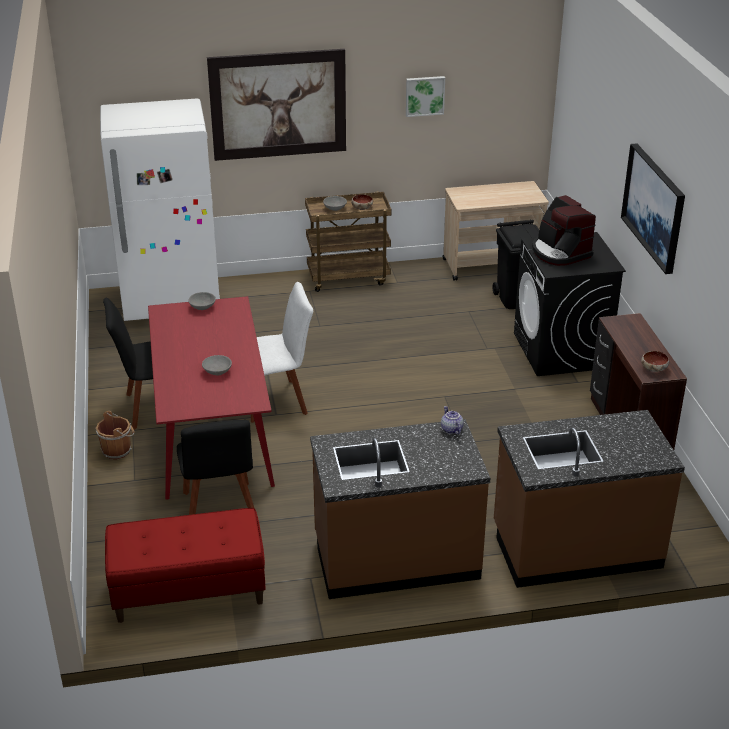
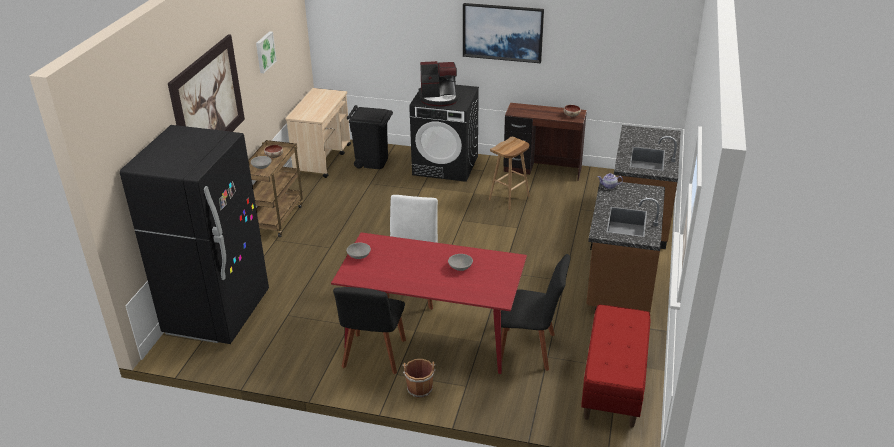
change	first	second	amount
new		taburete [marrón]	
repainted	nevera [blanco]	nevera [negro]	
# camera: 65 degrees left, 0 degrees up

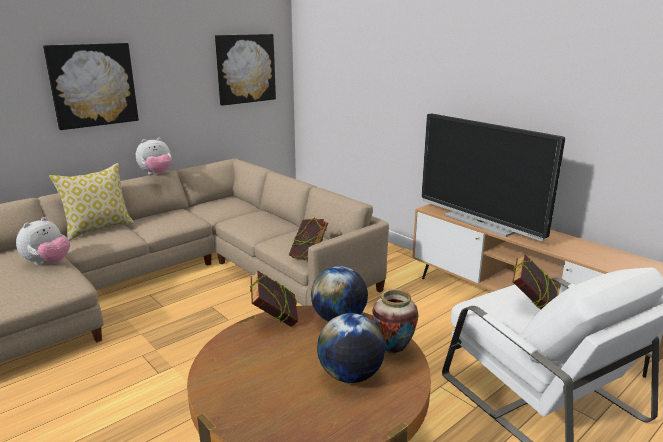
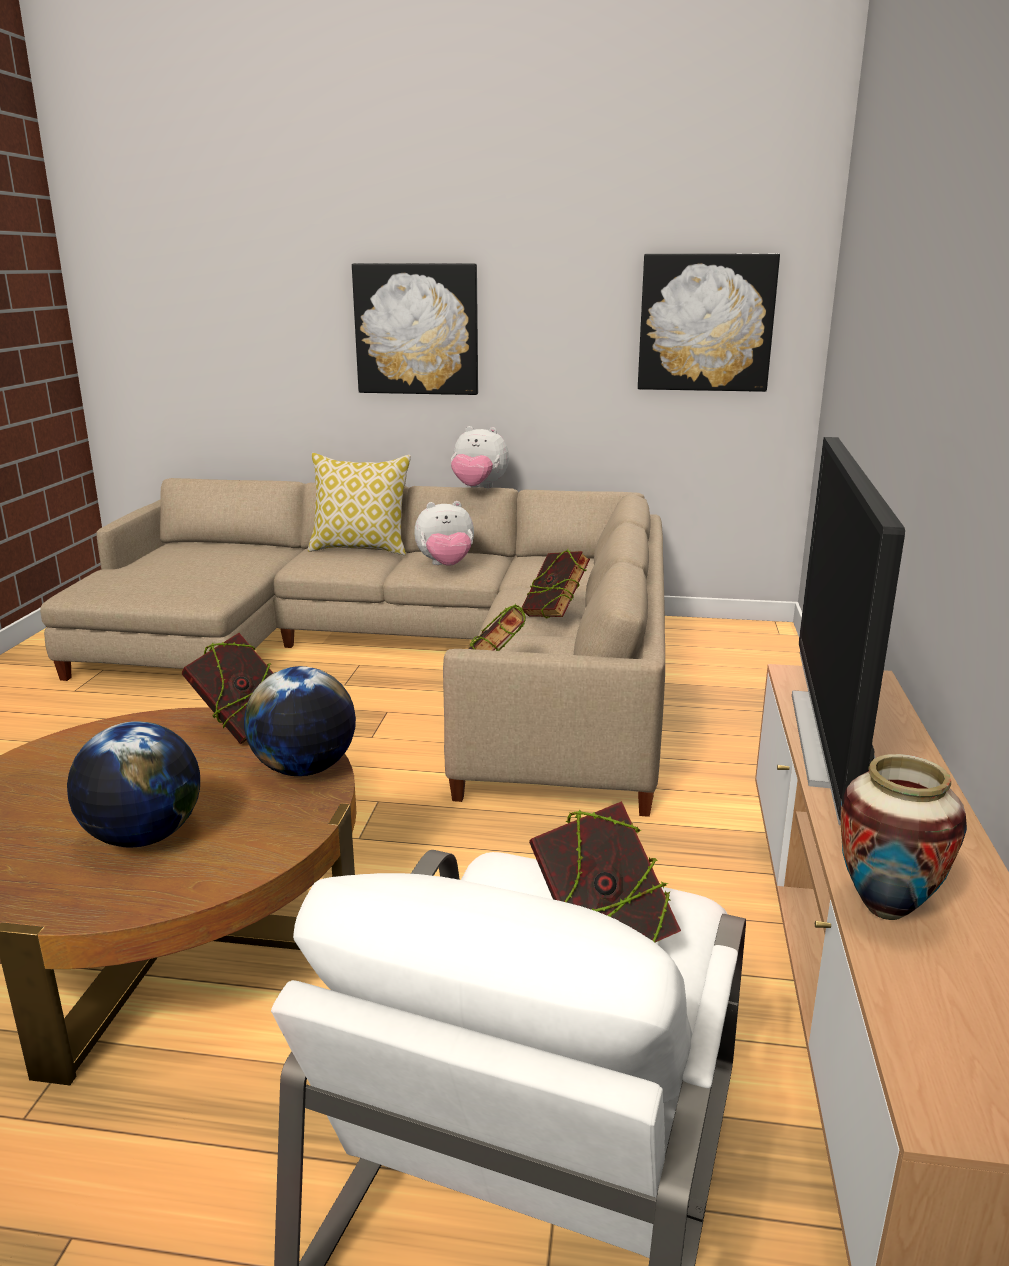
change	first	second	amount
new		libro (no. 3 from left)	
shifted	peluche (no. 1 from left)		
shifted	florero		
# camera: 50 degrees right, 0 degrees up

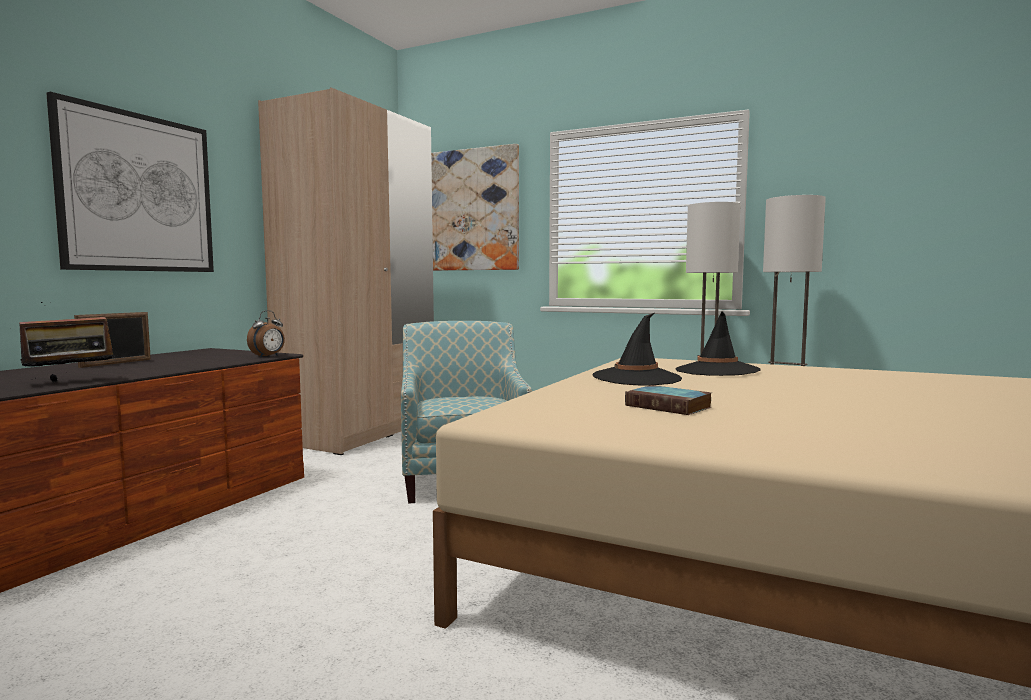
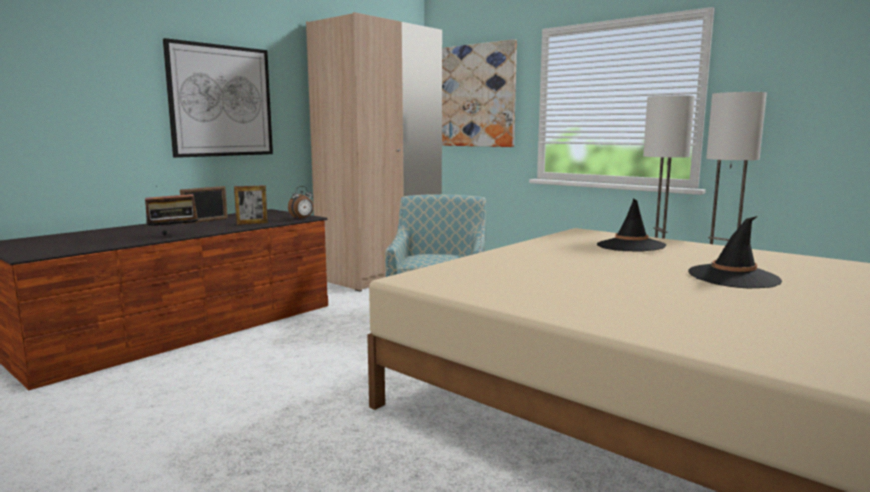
change	first	second	amount
gone	libro		
new		portarretratos (no. 2 from left)	
shifted	sombrero [negro] (no. 1 from left in the first image)	sombrero [negro] (no. 2 from left)	
# camera: 15 degrees right, 5 degrees up

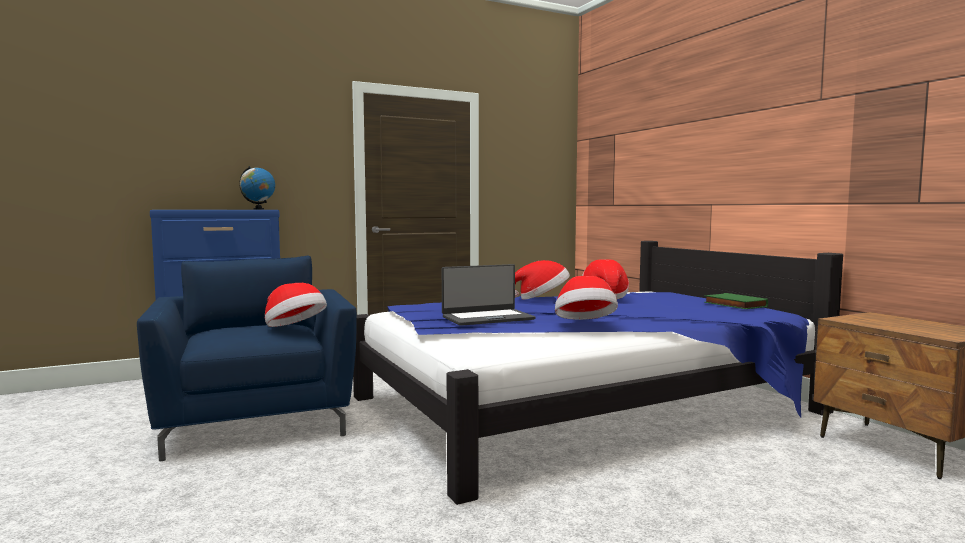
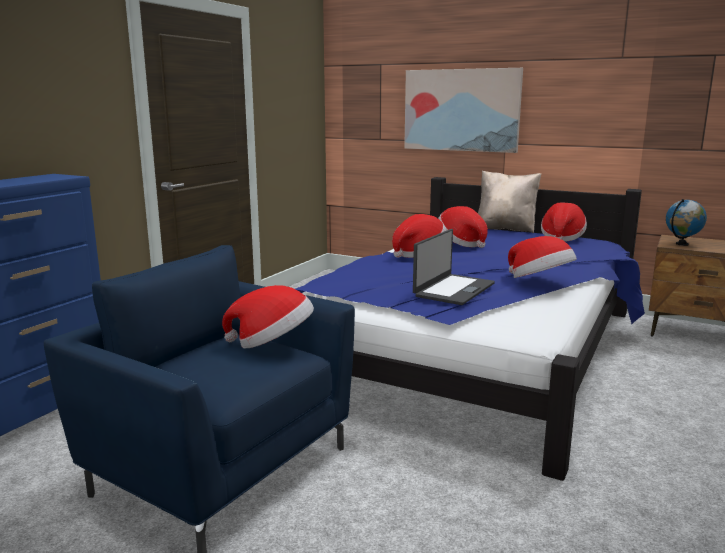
change	first	second	amount
new		cuadro	
new		cojín [beis]	
shifted	globo terráqueo		
swapped	libro [verde]	sombrero (no. 5 from left)	
# camera: 35 degrees left, 10 degrees up

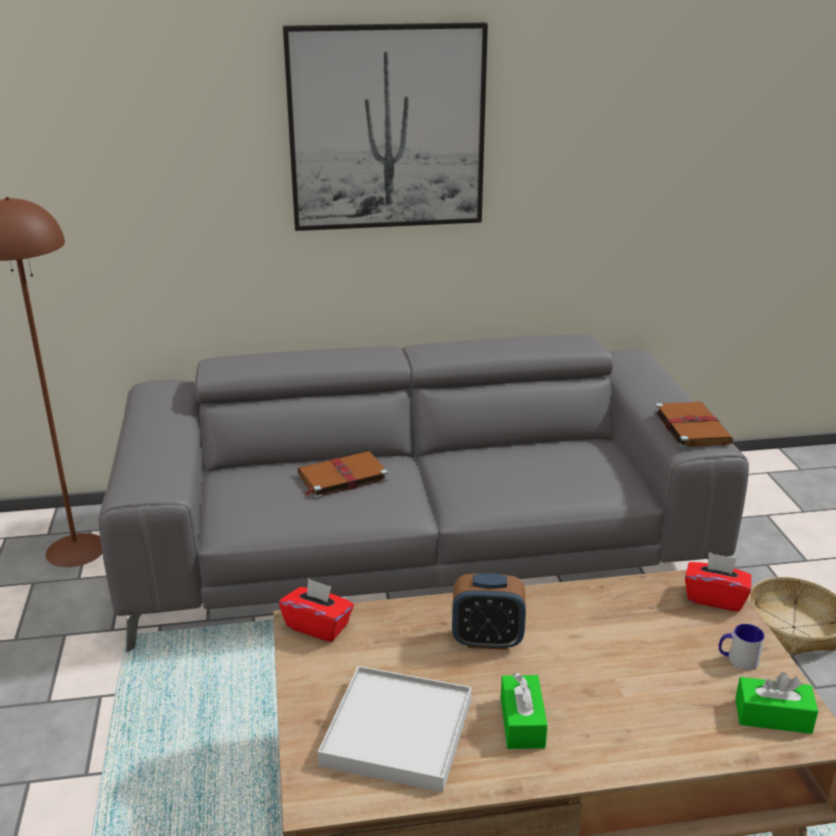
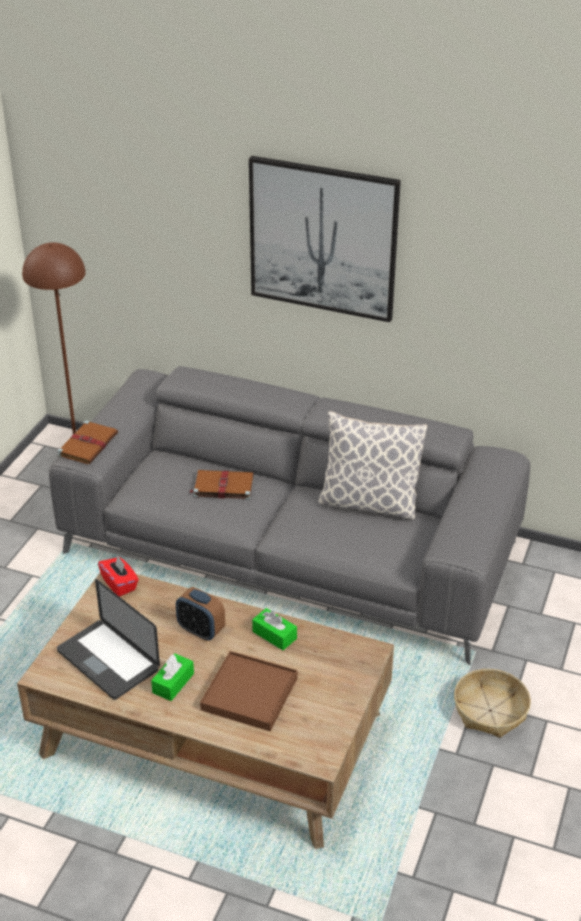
change	first	second	amount
gone	caja de pañuelos [rojo] (no. 2 from left)		
gone	taza grande		
new		bandeja [marrón]	
new		cojín	
shifted	libro [marrón] (no. 2 from left in the first image)	libro [marrón] (no. 1 from left)	
shifted	caja de pañuelos [verde] (no. 2 from left)		
swapped	bandeja [blanco]	portátil	
# camera: 30 degrees right, 10 degrees up

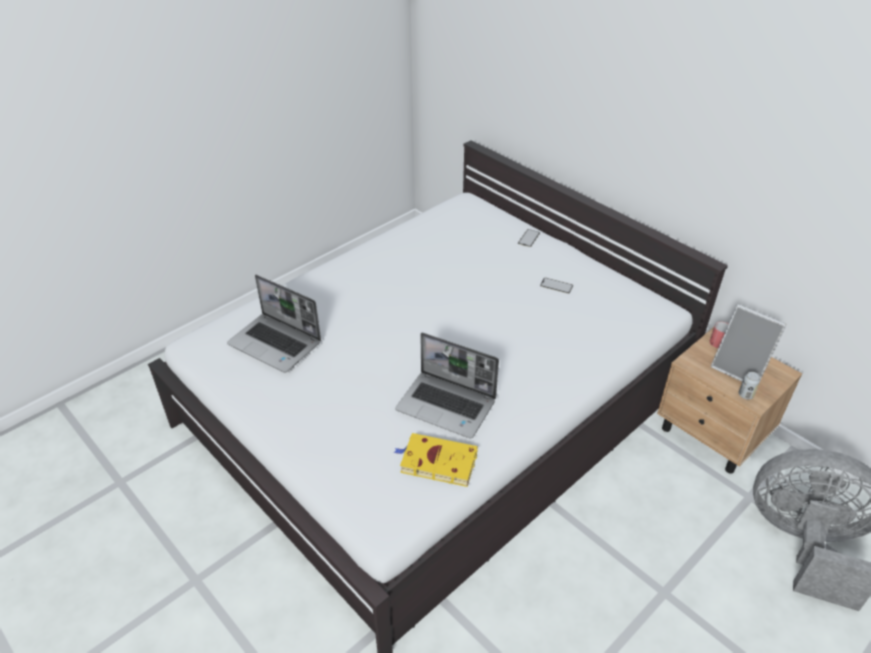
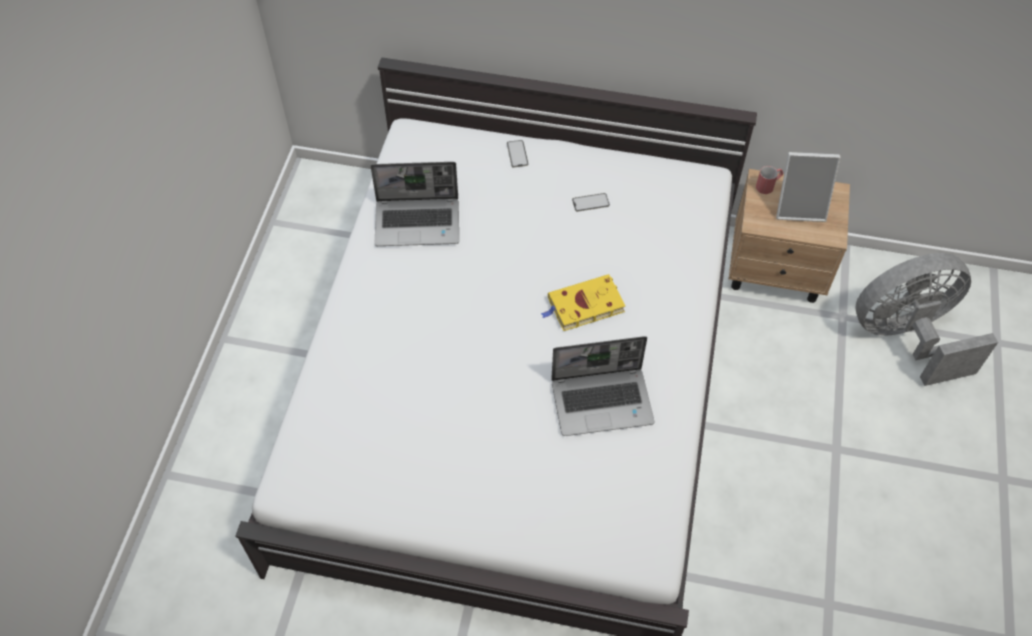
change	first	second	amount
gone	lata		
shifted	portátil (no. 1 from left)		
shifted	libro [amarillo]		
# camera: 35 degrees left, 15 degrees up

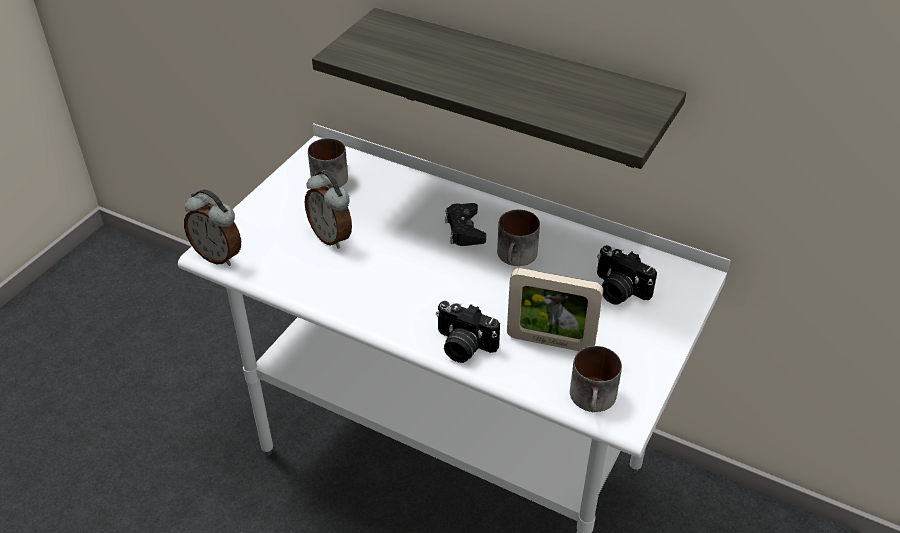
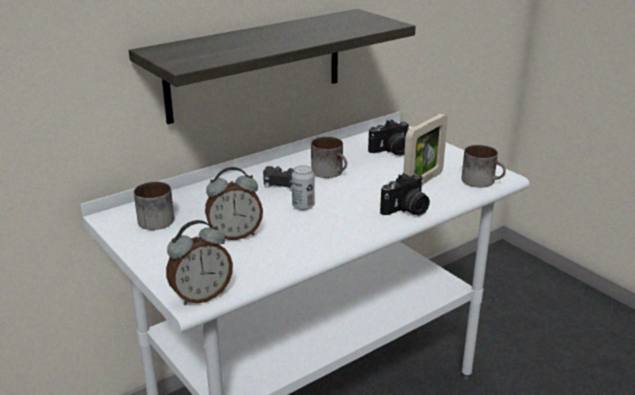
change	first	second	amount
new		lata	
# camera: 65 degrees left, 15 degrees down

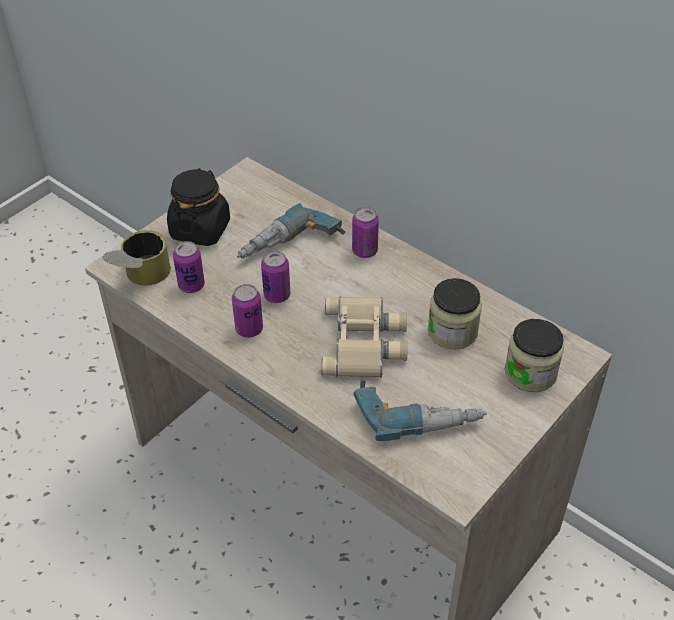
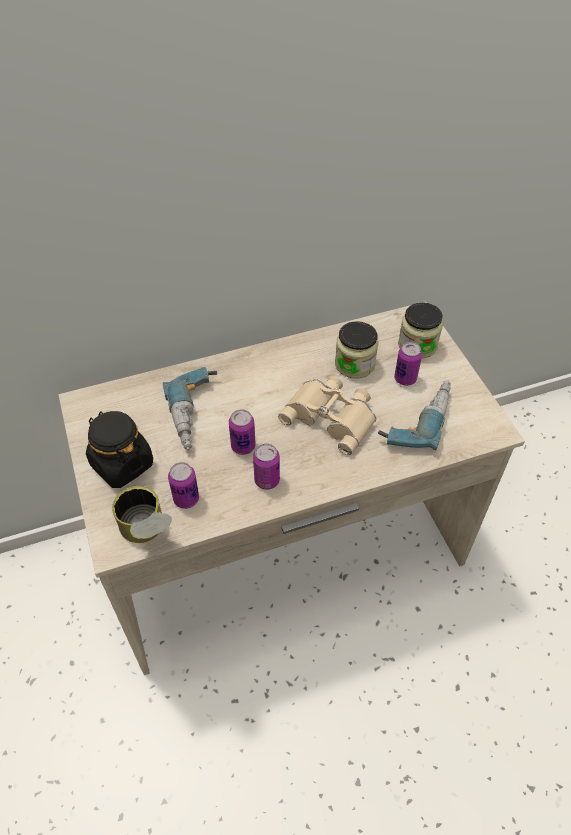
change	first	second	amount
shifted	lata (no. 5 from left)		
# camera: 60 degrees left, 5 degrees up

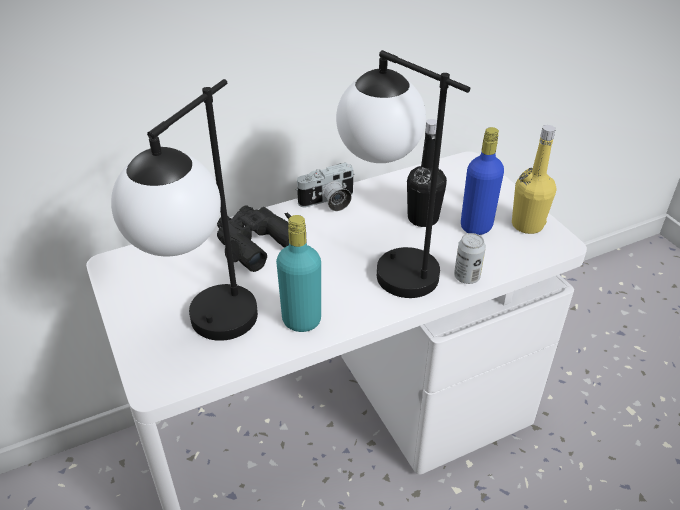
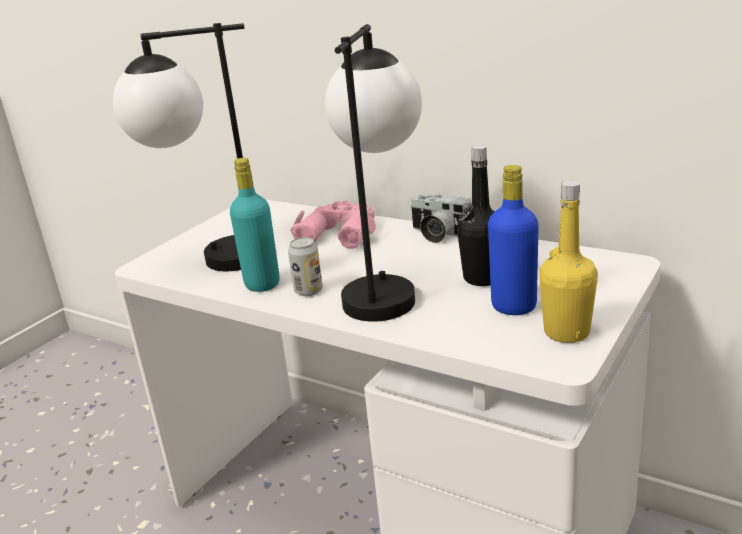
change	first	second	amount
shifted	lata		
repainted	prismáticos [negro]	prismáticos [rosa]	
# camera: 60 degrees right, 15 degrees down

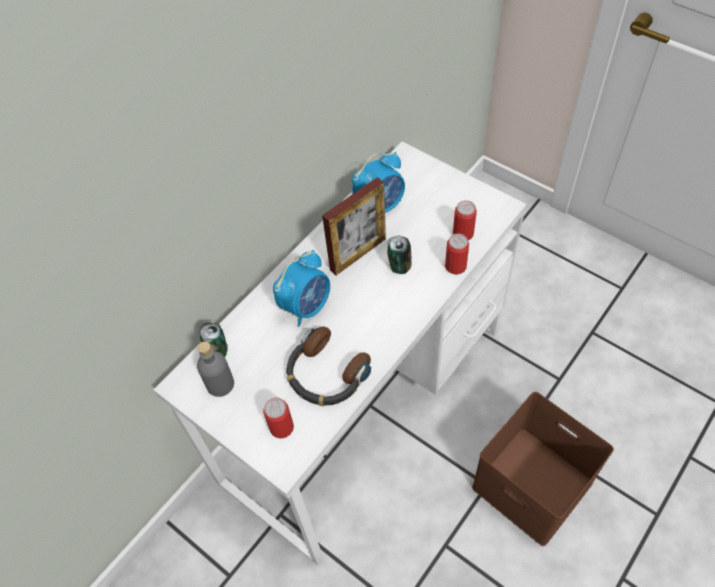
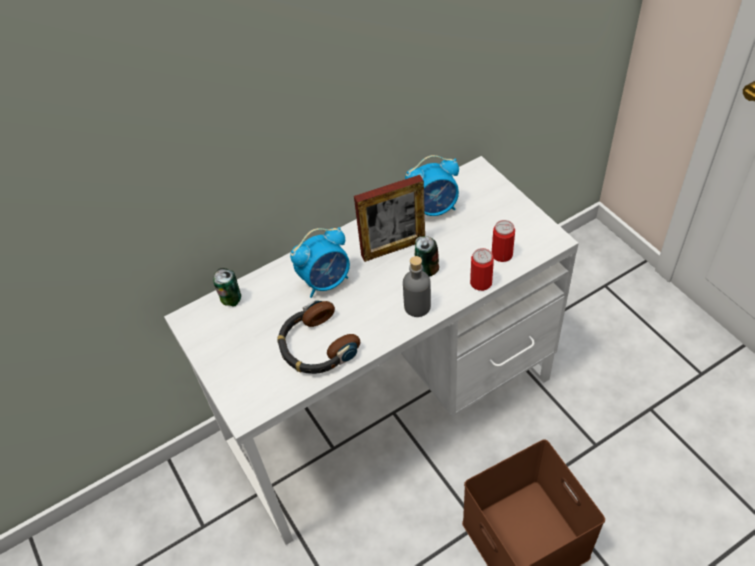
change	first	second	amount
gone	lata (no. 2 from left)		
shifted	botella [gris]		
# camera: 20 degrees right, 5 degrees down

